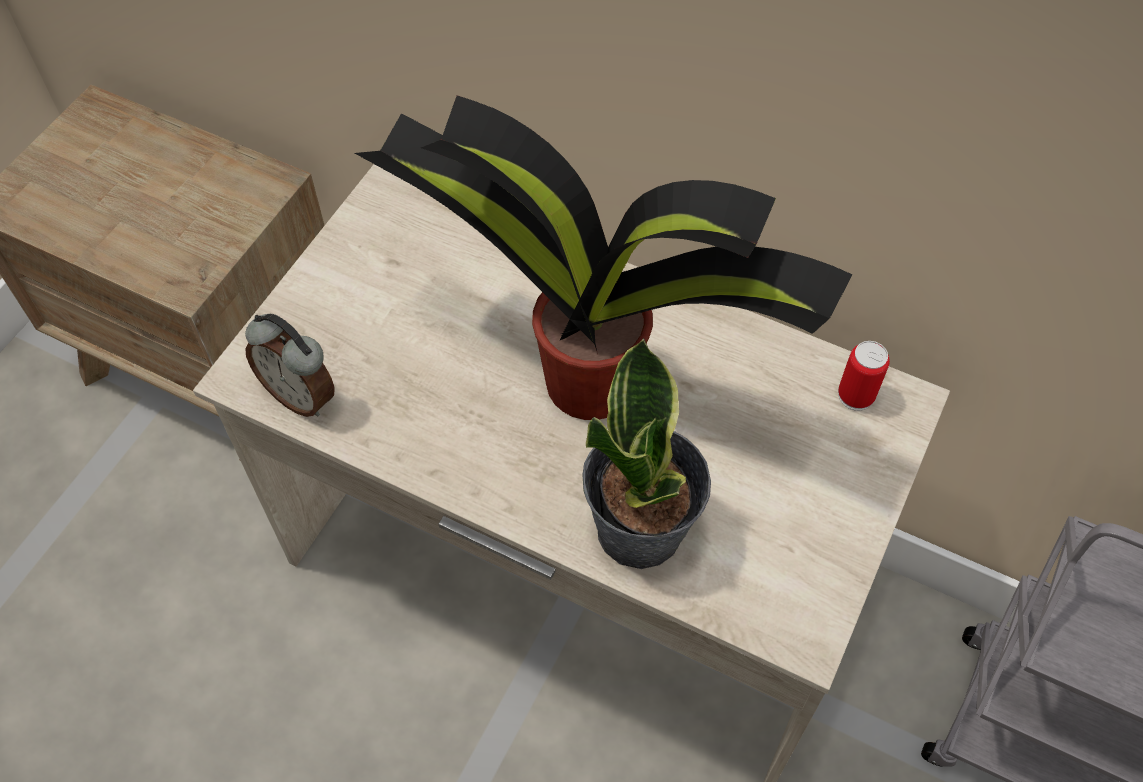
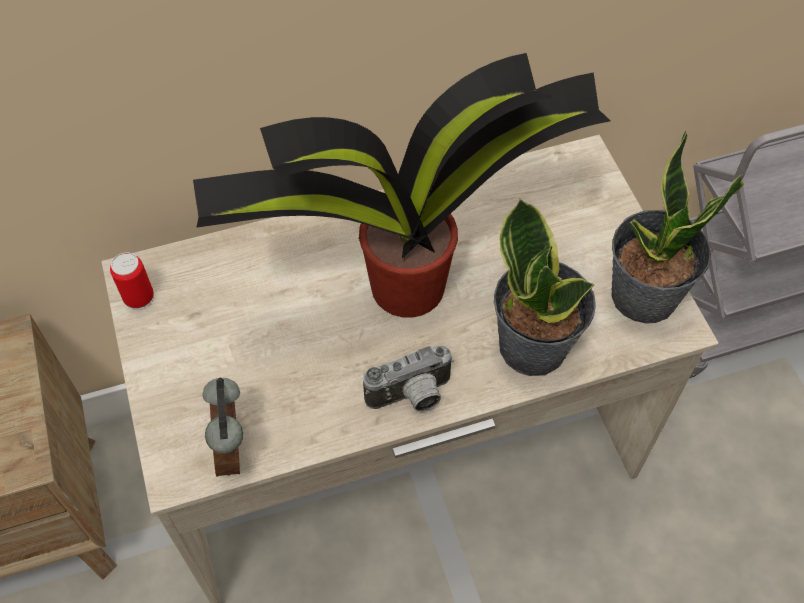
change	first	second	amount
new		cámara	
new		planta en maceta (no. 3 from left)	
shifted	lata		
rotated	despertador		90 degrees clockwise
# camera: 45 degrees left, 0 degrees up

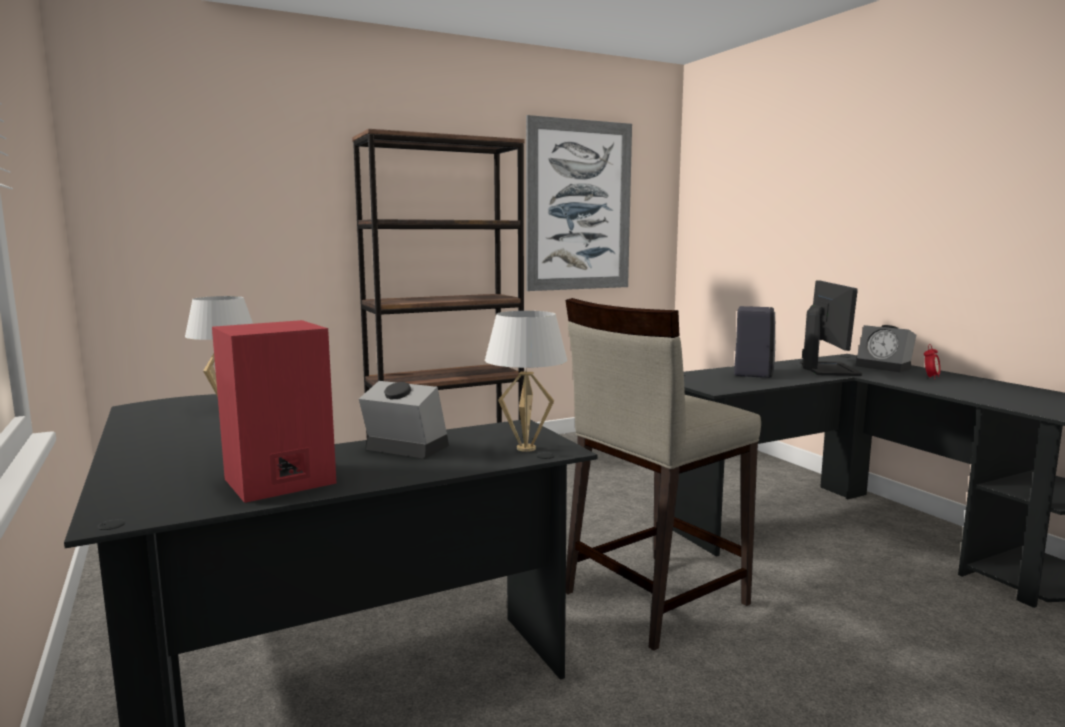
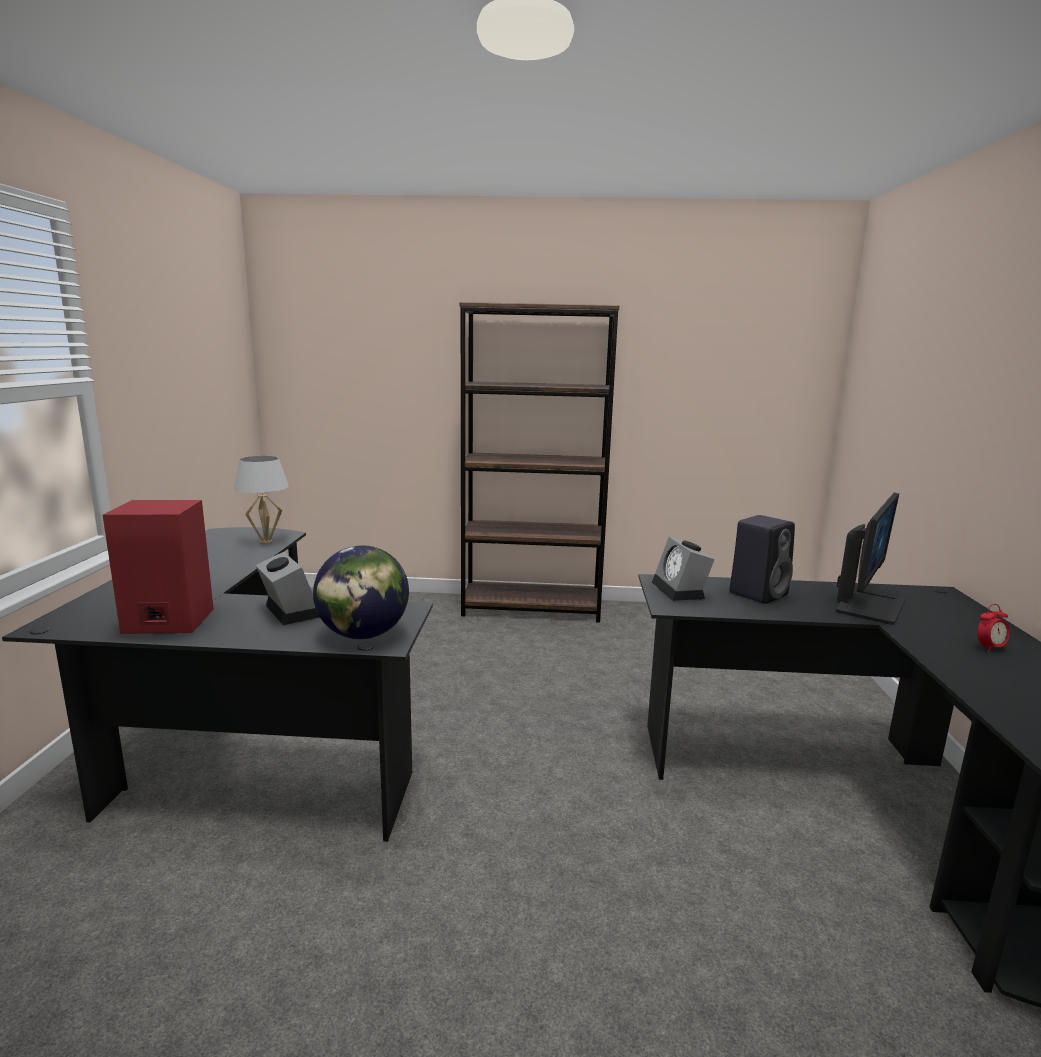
change	first	second	amount
gone	cuadro		
gone	taburete [beis]		
shifted	despertador (no. 2 from left)		
swapped	lámpara de mesa [blanco] (no. 2 from left)	globo terráqueo	
# camera: 30 degrees right, 5 degrees up

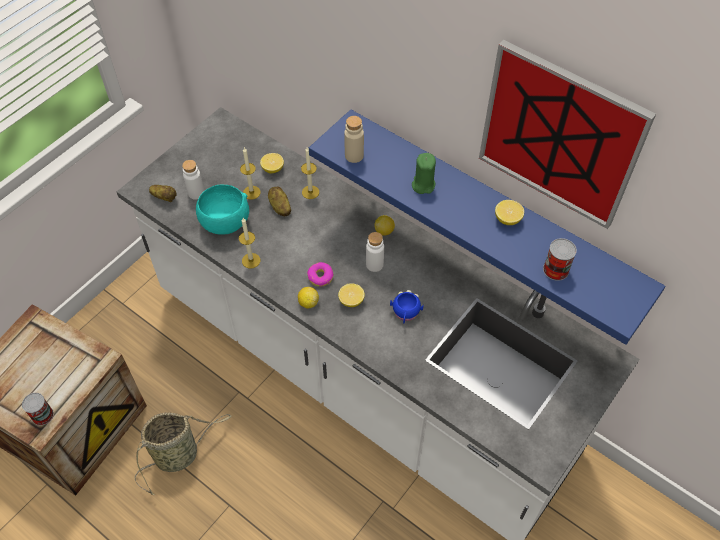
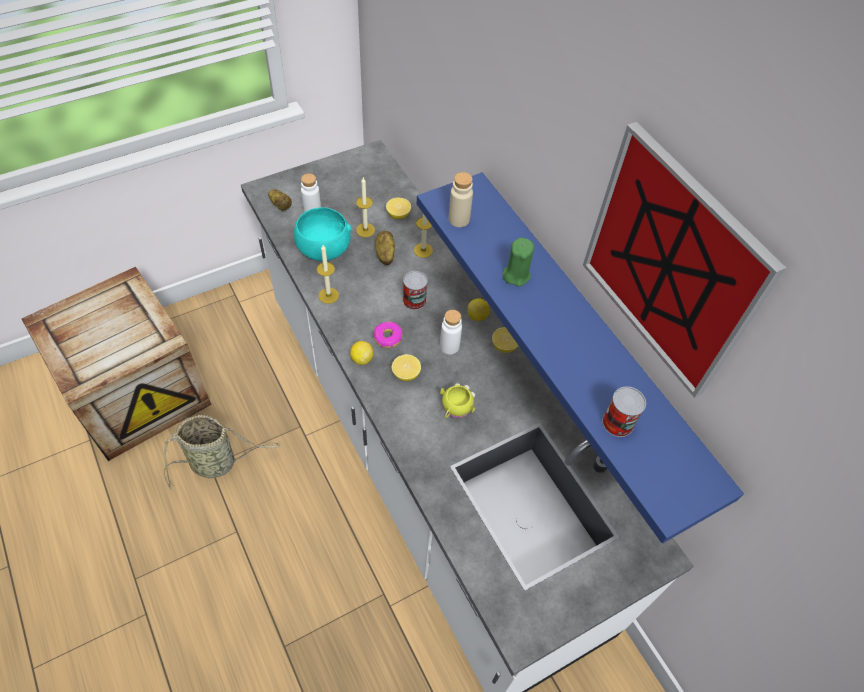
change	first	second	amount
shifted	lata (no. 1 from left)		
shifted	limón (no. 5 from left)		
repainted	taza grande [azul]	taza grande [amarillo]	
# camera: 20 degrees right, 0 degrees up

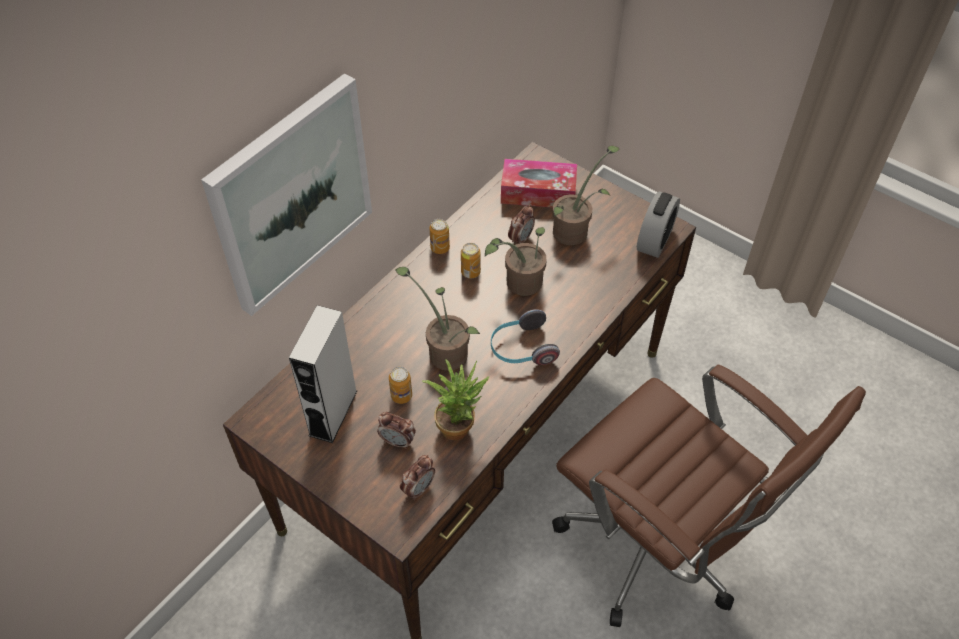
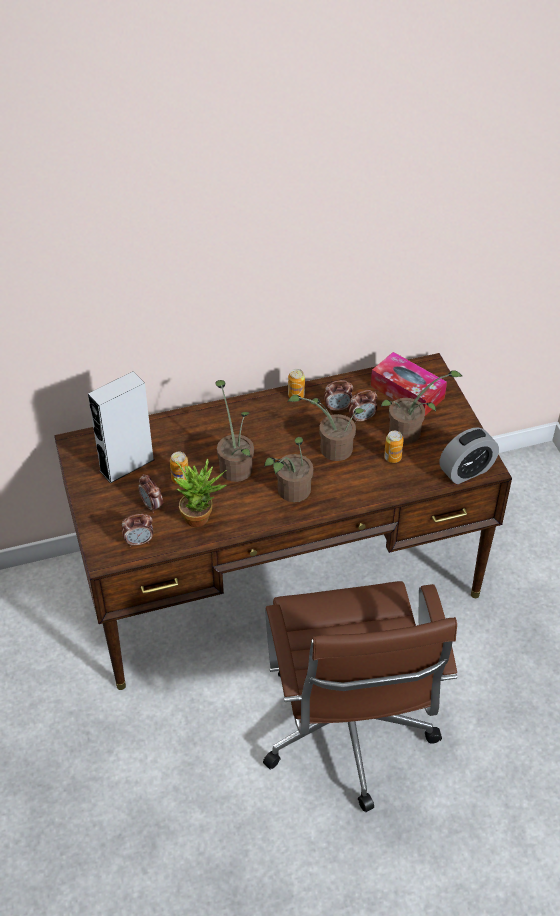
change	first	second	amount
gone	cuadro		
new		despertador (no. 3 from left)	
shifted	lata (no. 3 from left)		
swapped	auriculares	planta en maceta (no. 3 from left)	
# camera: 35 degrees right, 5 degrees down

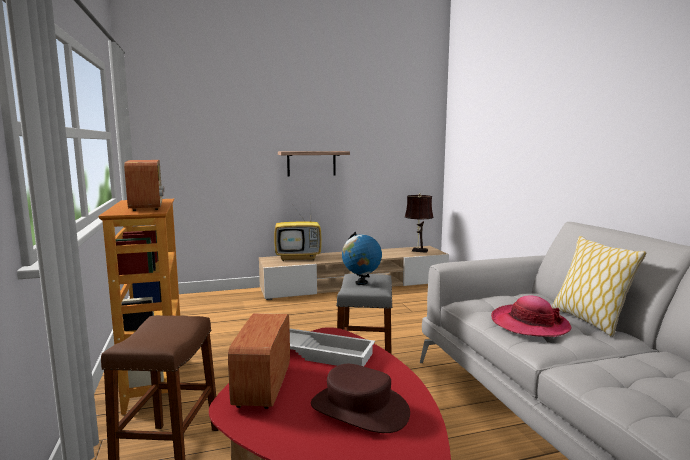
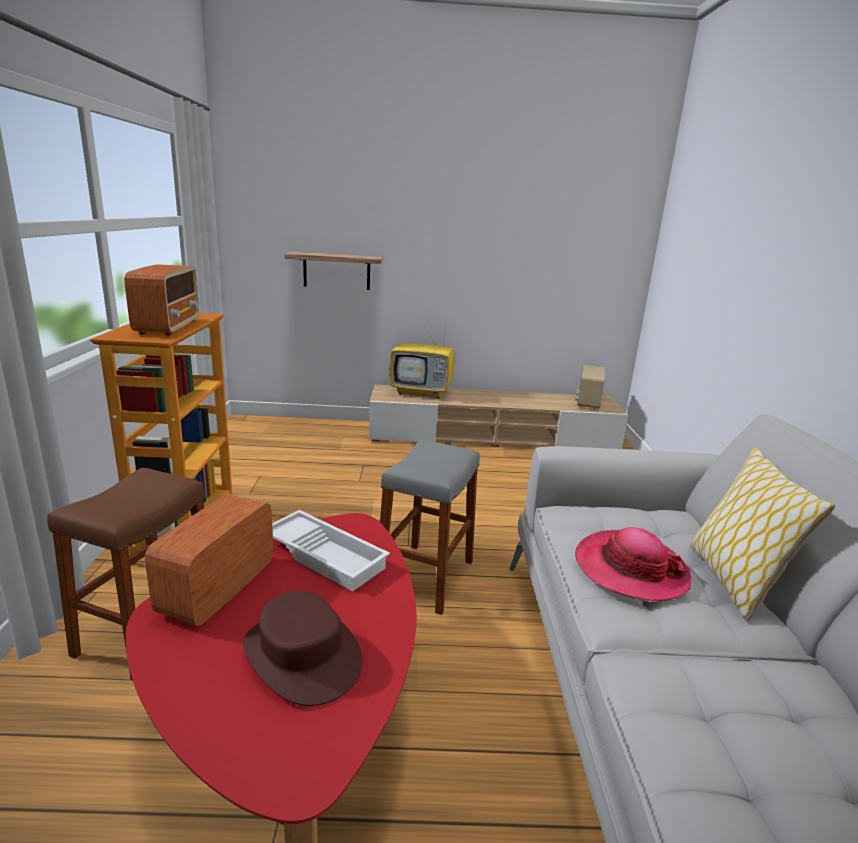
change	first	second	amount
gone	globo terráqueo		
shifted	estante		
swapped	lámpara de mesa [marrón]	radio (no. 3 from left)	
# camera: 15 degrees right, 10 degrees up

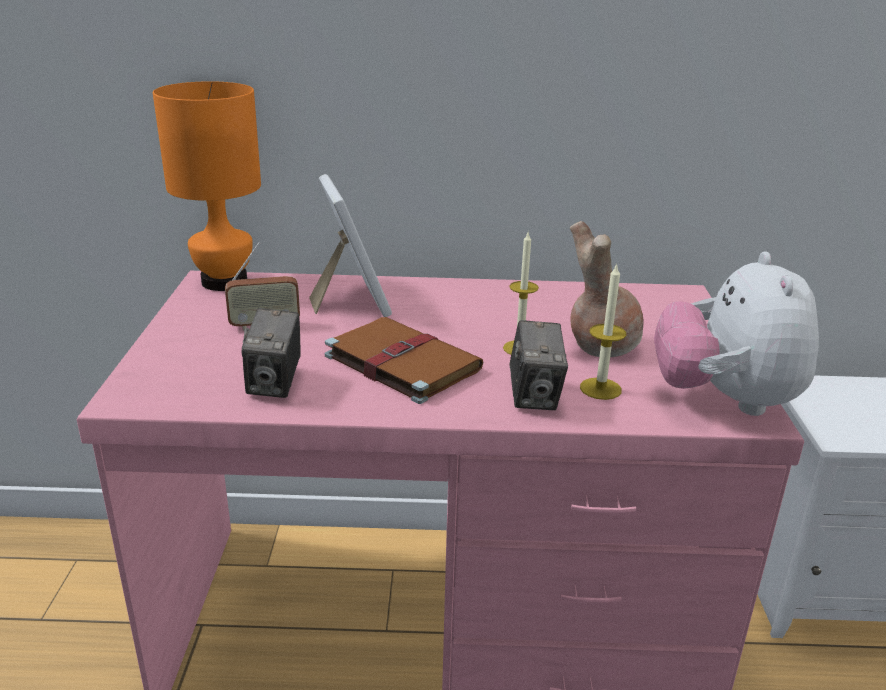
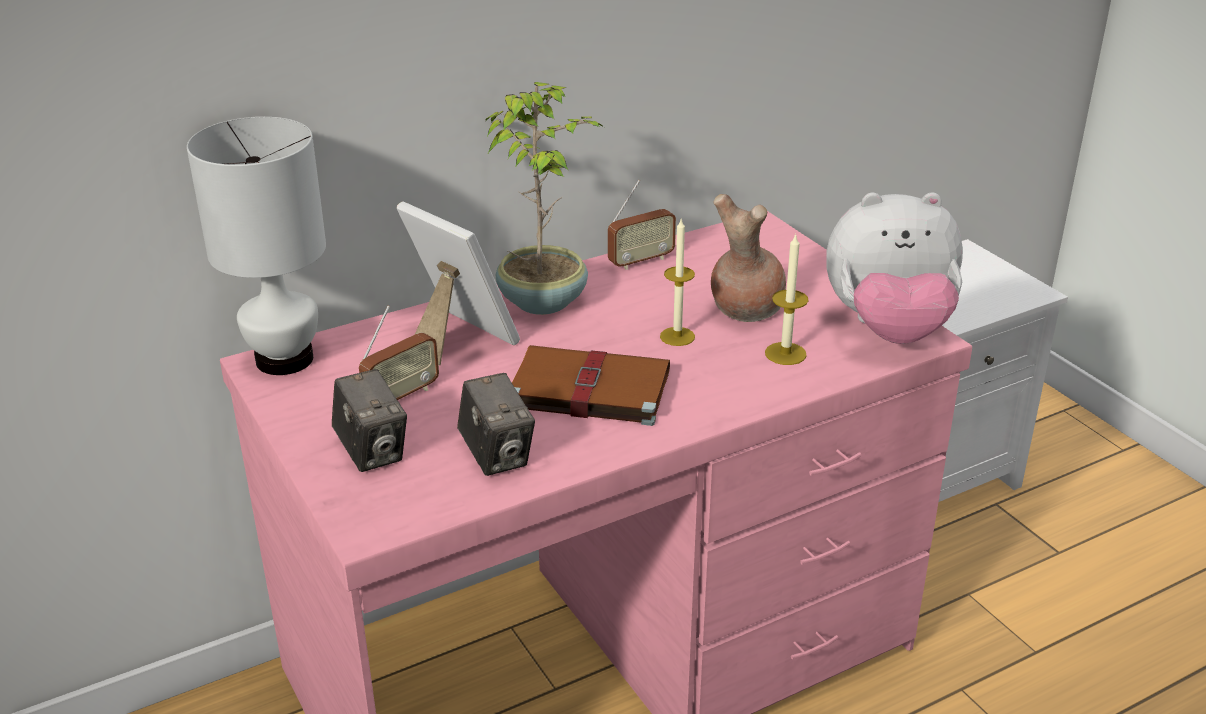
change	first	second	amount
new		planta en maceta	
new		radio (no. 2 from left)	
shifted	cámara (no. 2 from left in the first image)	cámara (no. 1 from left)	
repainted	lámpara de mesa [naranja]	lámpara de mesa [blanco]	
rotated	peluche		60 degrees counterclockwise
# camera: 30 degrees left, 5 degrees up

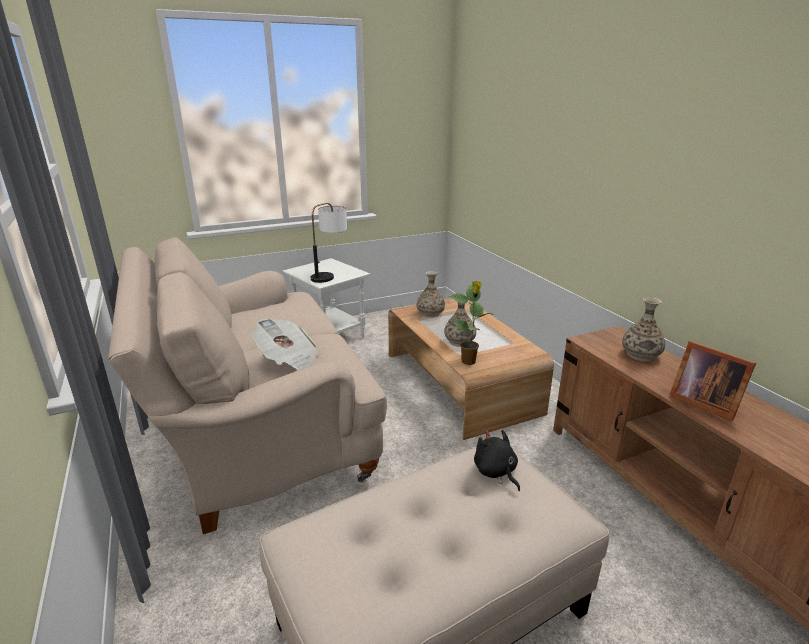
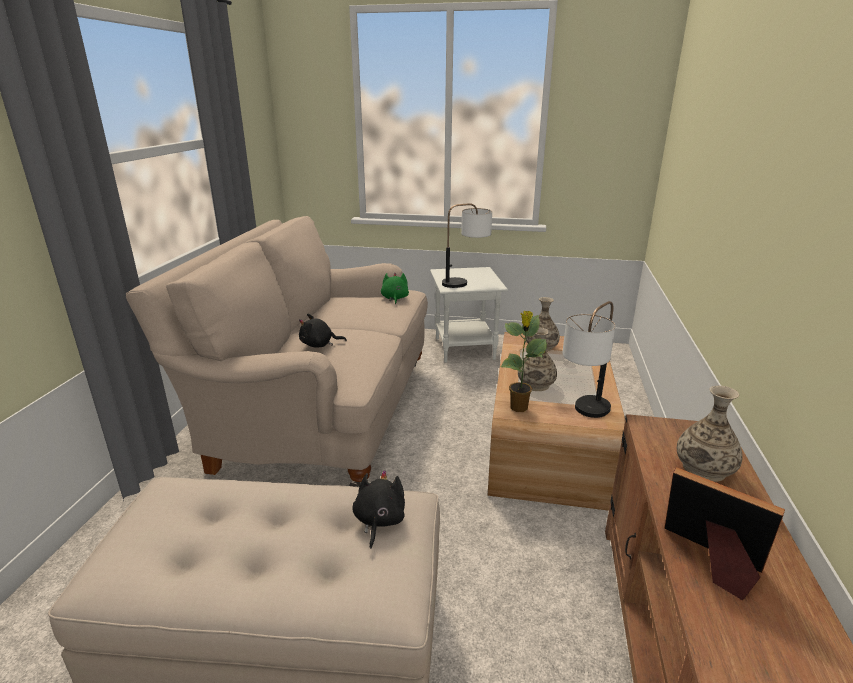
change	first	second	amount
new		peluche [verde]	
new		lámpara de mesa (no. 2 from left)	
swapped	periódico	peluche [negro] (no. 1 from left)	
rotated	portarretratos		135 degrees clockwise
# camera: 35 degrees right, 0 degrees up

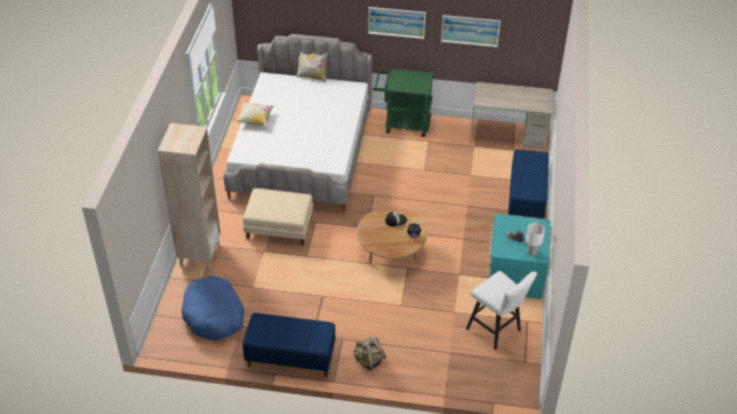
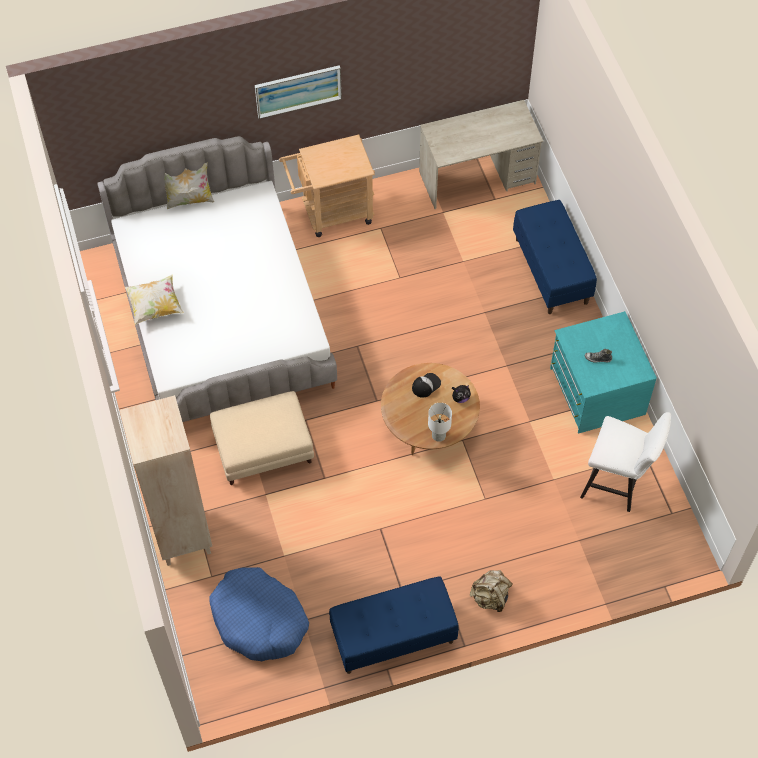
change	first	second	amount
gone	cuadro (no. 2 from left)		
shifted	lámpara de mesa [blanco]		
repainted	carrito [verde]	carrito [beis]	
# camera: 25 degrees left, 15 degrees up

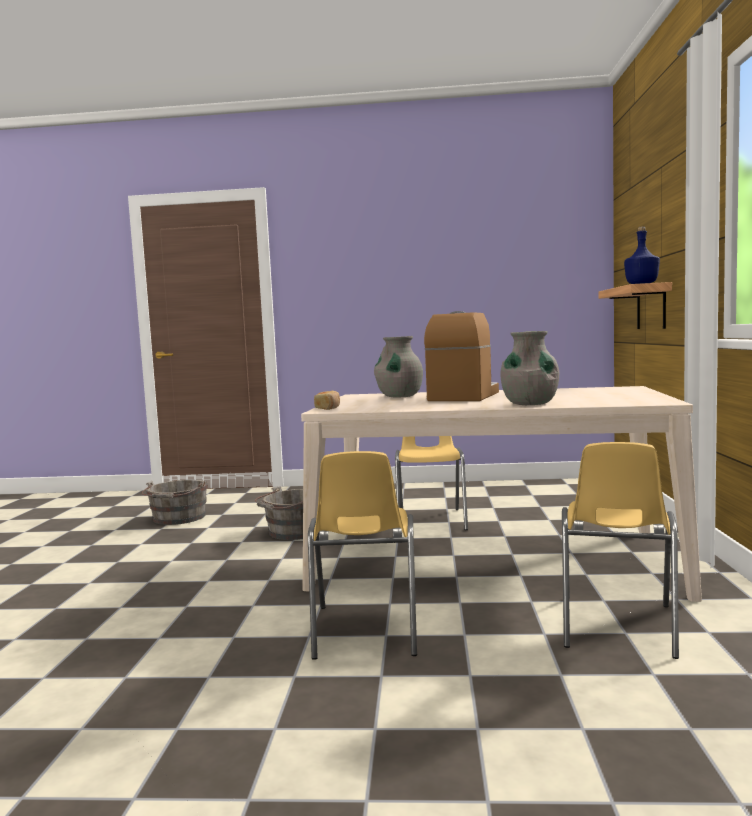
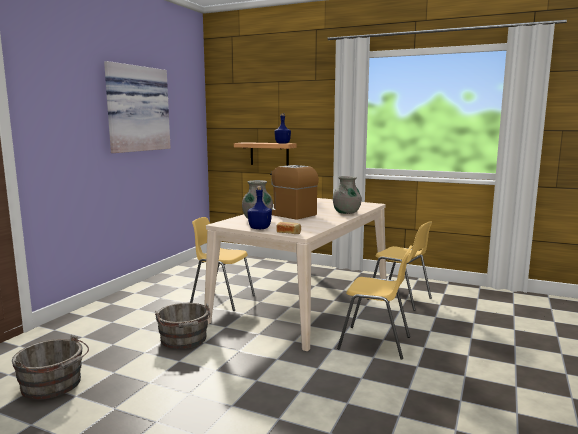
change	first	second	amount
new		cuadro	
new		botella [azul] (no. 1 from left)	
# camera: 70 degrees left, 5 degrees up

